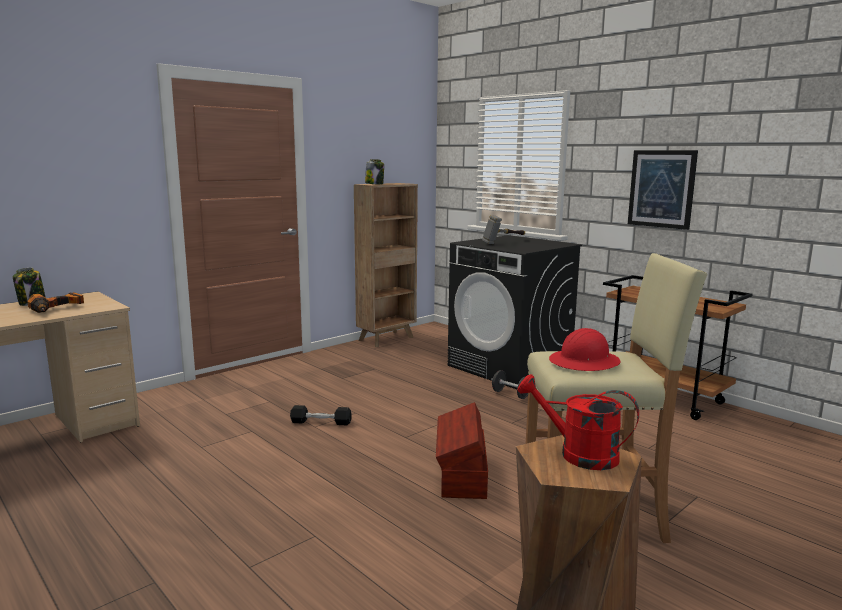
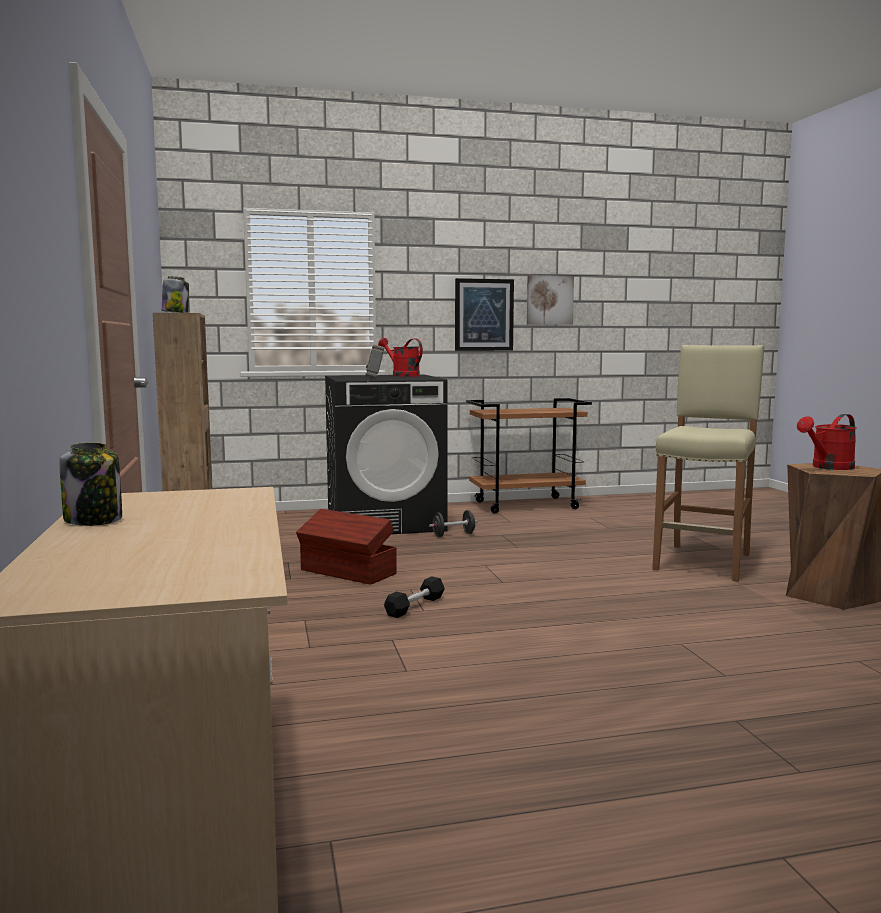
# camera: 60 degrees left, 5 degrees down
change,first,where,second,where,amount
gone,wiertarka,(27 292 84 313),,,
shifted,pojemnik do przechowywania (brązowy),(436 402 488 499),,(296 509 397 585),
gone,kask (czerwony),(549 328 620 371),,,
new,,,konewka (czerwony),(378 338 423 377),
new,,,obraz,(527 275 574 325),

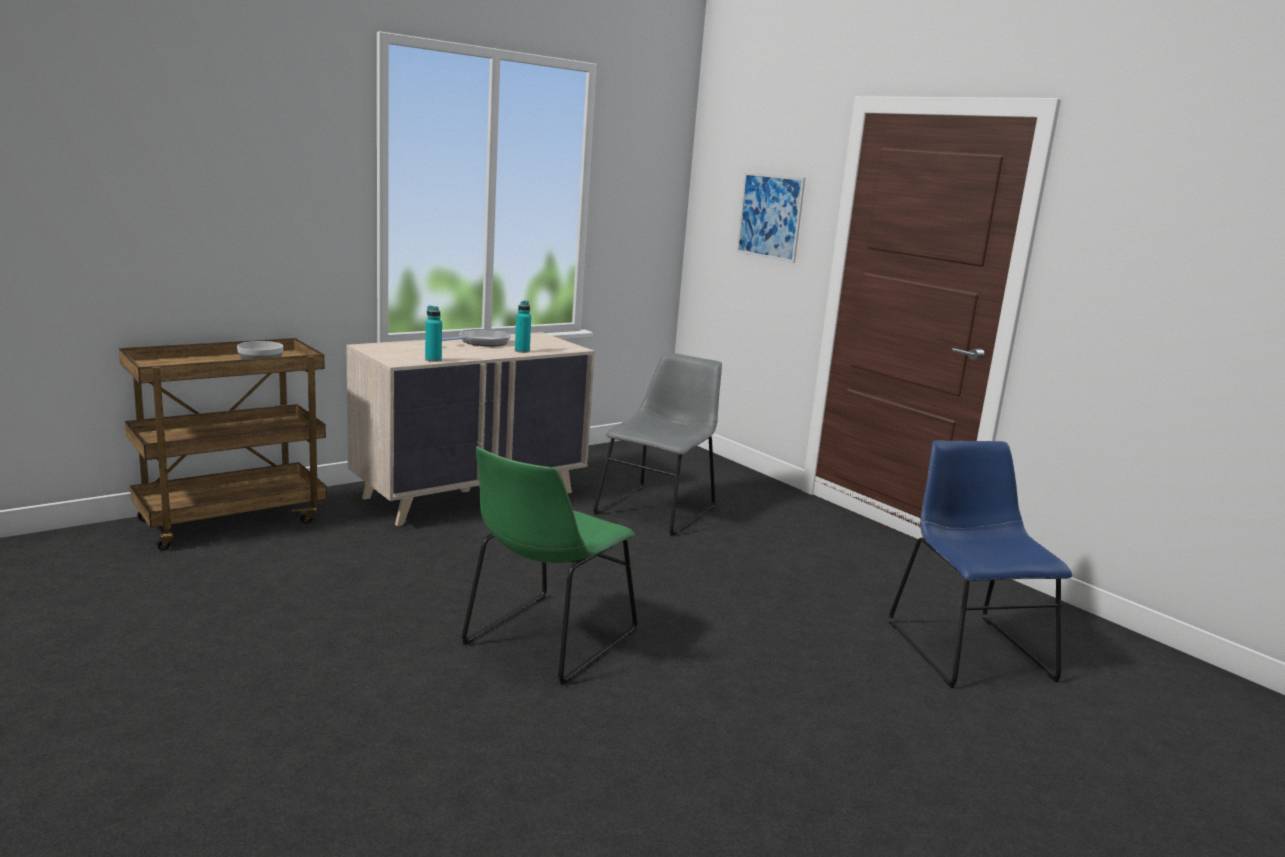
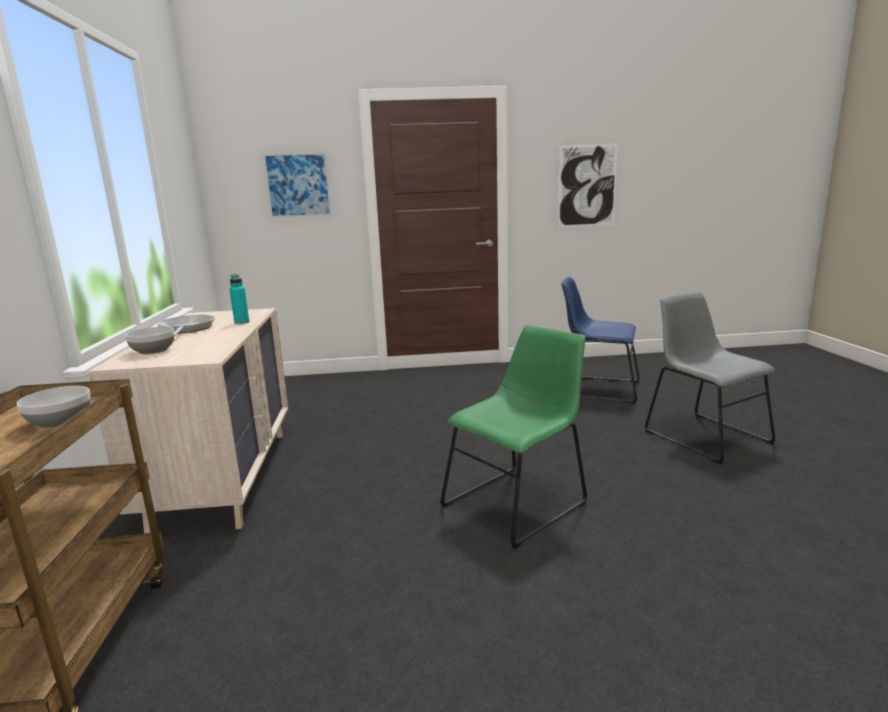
# camera: 55 degrees left, 0 degrees up
change,first,where,second,where,amount
gone,butelka (turkusowy),(425 306 442 362),,,
rotated,krzesło (zielony),(461 446 638 685),,(440 325 588 549),105 degrees counterclockwise
shifted,krzesło (szary),(593 352 722 536),,(644 292 776 464),
new,,,miska,(125 326 174 355),
new,,,obraz,(558 144 618 227),

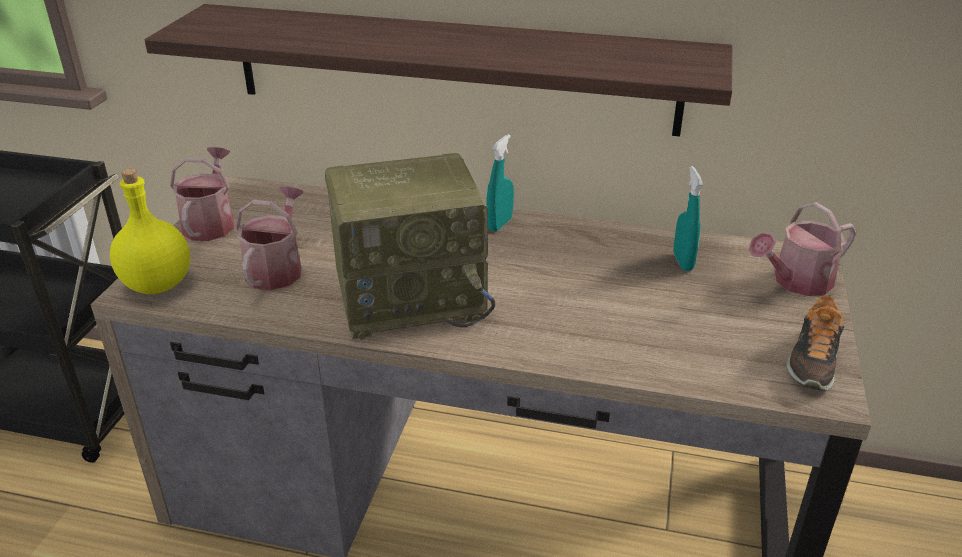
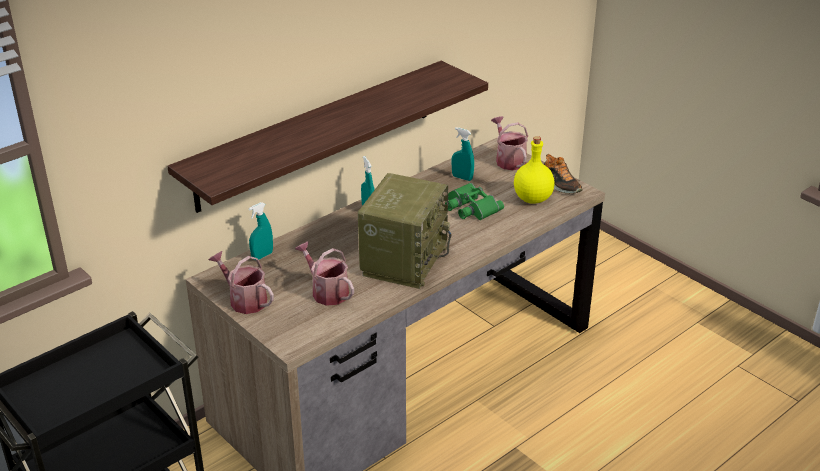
# camera: 55 degrees left, 0 degrees up
change,first,where,second,where,amount
shifted,butelka (żółty),(110 169 190 294),,(514 136 555 204),
rotated,konewka,(748 202 856 296),,(491 116 528 170),150 degrees clockwise
new,,,spryskiwacz (turkusowy),(249 202 273 260),
new,,,lornetka (zielony),(445 183 504 220),

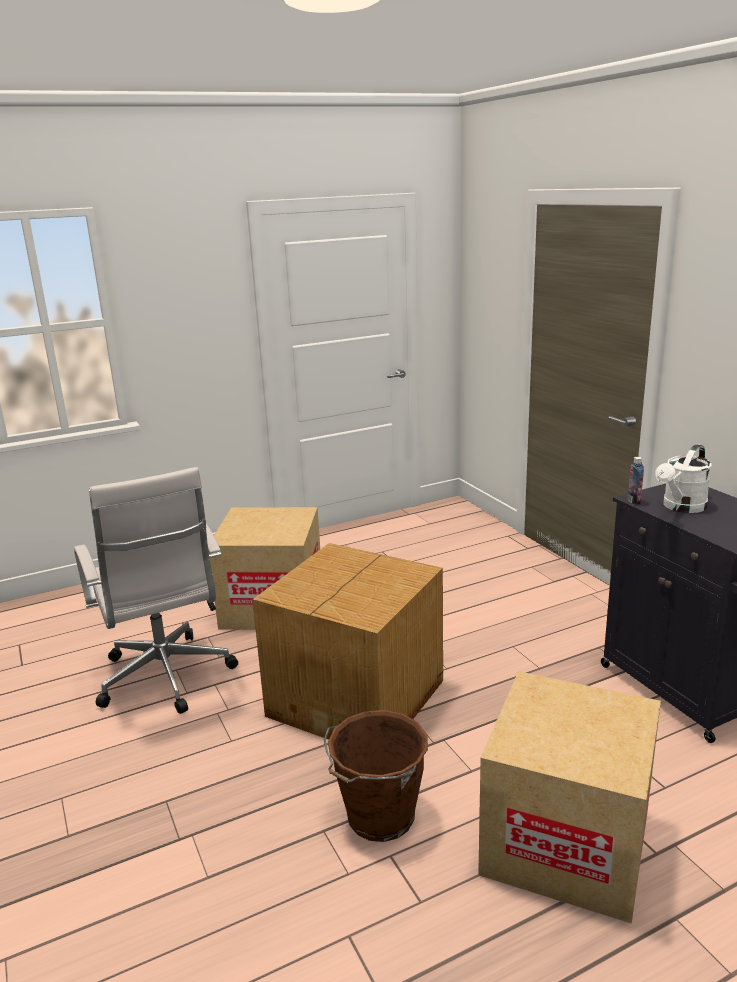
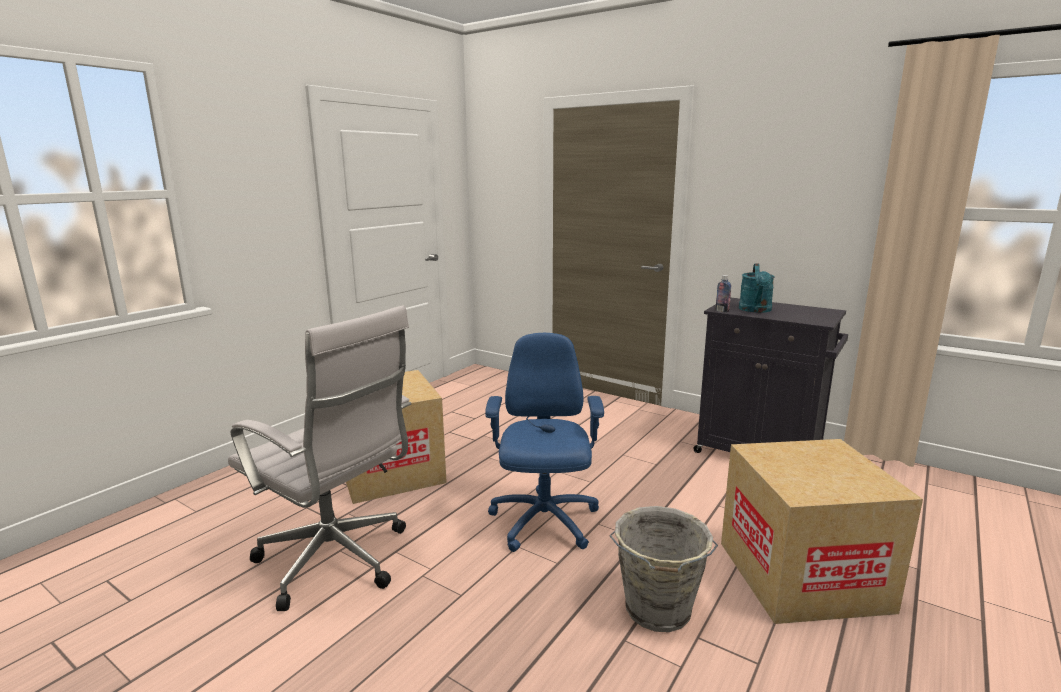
# camera: 30 degrees left, 5 degrees down
change,first,where,second,where,amount
swapped,karton,(252 543 443 740),krzesło biurowe (niebieski),(485 333 604 552),
repainted,wiadro (brązowy),(324 710 428 842),wiadro (szary),(609 506 718 632),
repainted,konewka (biały),(655 444 712 513),konewka (turkusowy),(739 263 774 313),

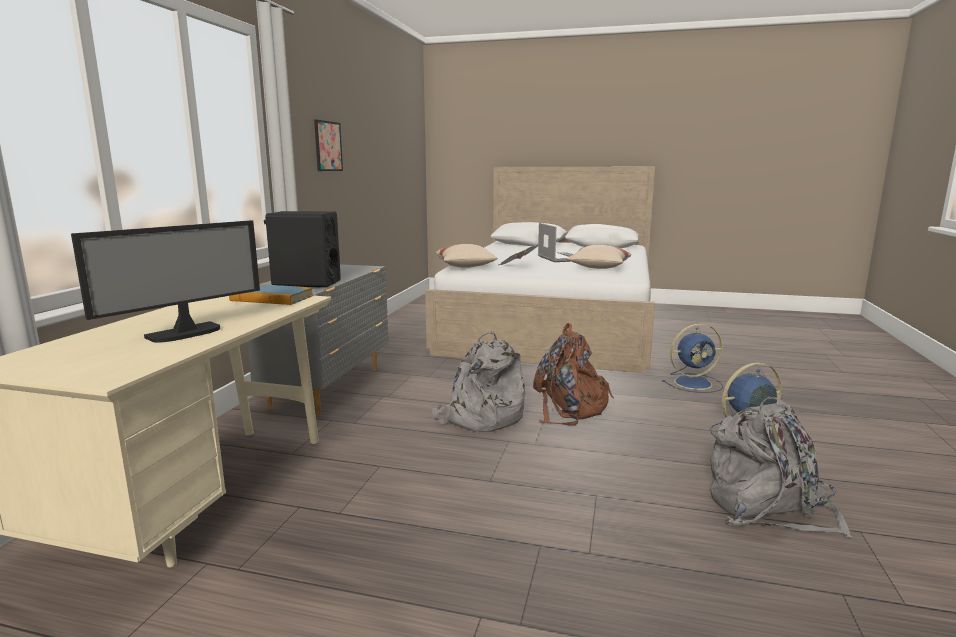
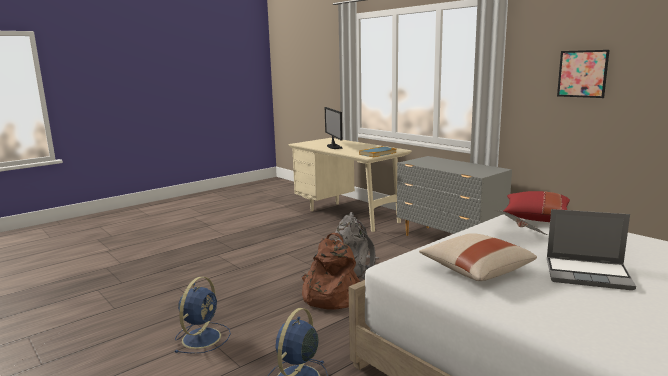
# camera: 125 degrees right, 0 degrees up
change,first,where,second,where,amount
gone,głośnik (czarny),(264 211 341 287),,,
repainted,poduszka (beżowy),(435 244 498 268),poduszka (czerwony),(503 191 570 222),
gone,plecak (szary),(710 397 852 538),,,

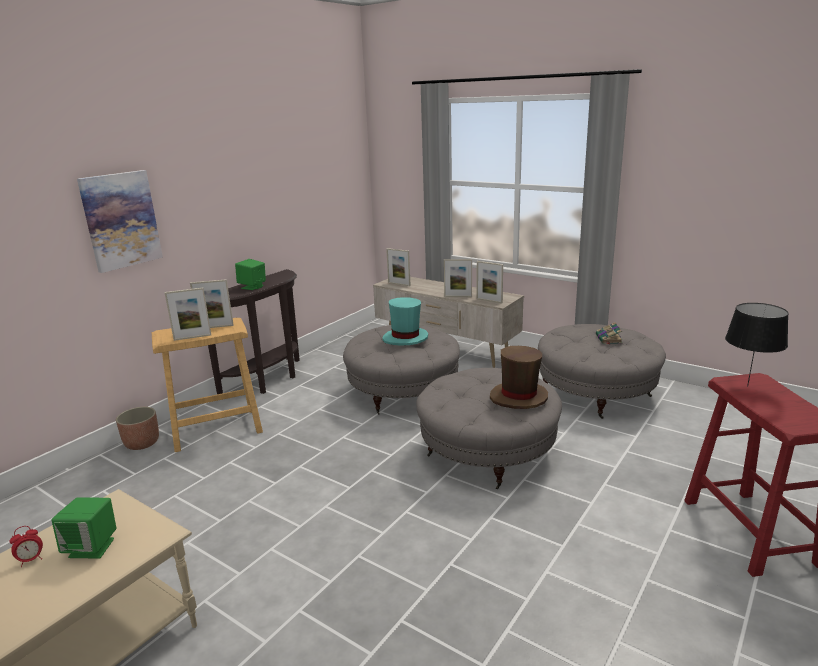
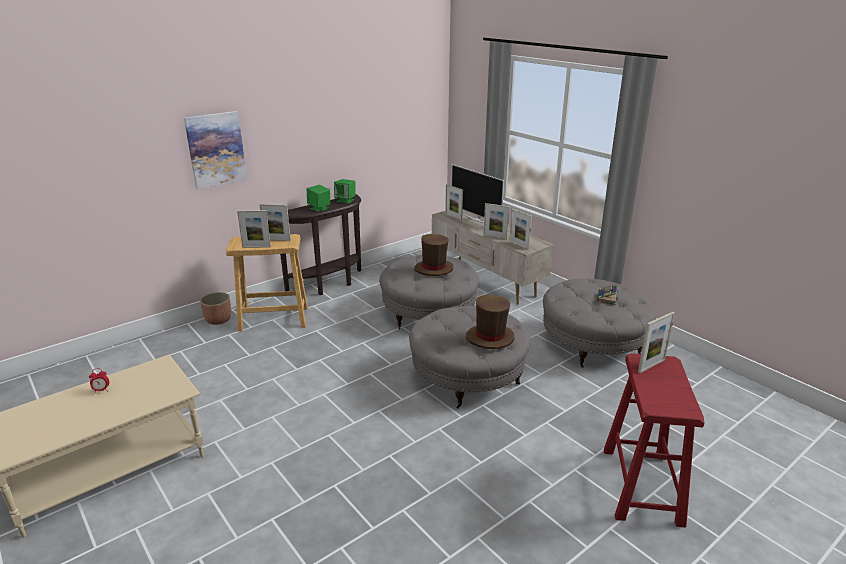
# camera: 15 degrees right, 5 degrees up
change,first,where,second,where,amount
shifted,głośnik (zielony),(52 497 116 559),,(334 179 356 203),
repainted,kapelusz (turkusowy),(382 297 428 346),kapelusz (brązowy),(415 234 453 276),
swapped,lampa stołowa (czarny),(725 303 789 387),ramka na zdjęcie,(638 312 675 373),
new,,,telewizor,(451 164 504 223),

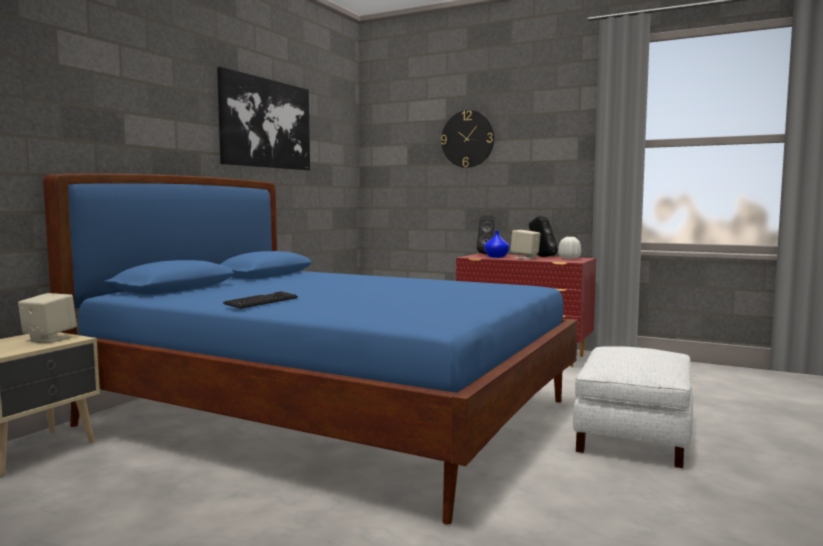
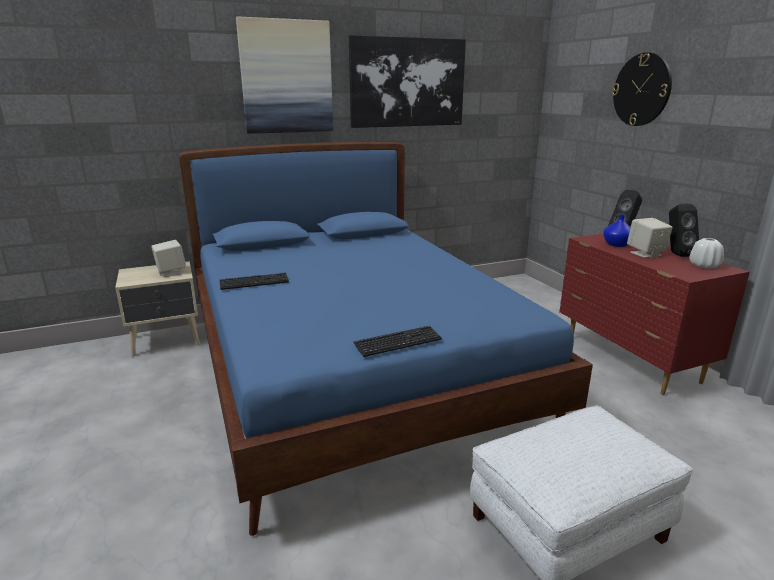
# camera: 40 degrees right, 15 degrees up
change,first,where,second,where,amount
new,,,obraz,(236 16 333 134),
new,,,klawiatura,(353 326 442 357),

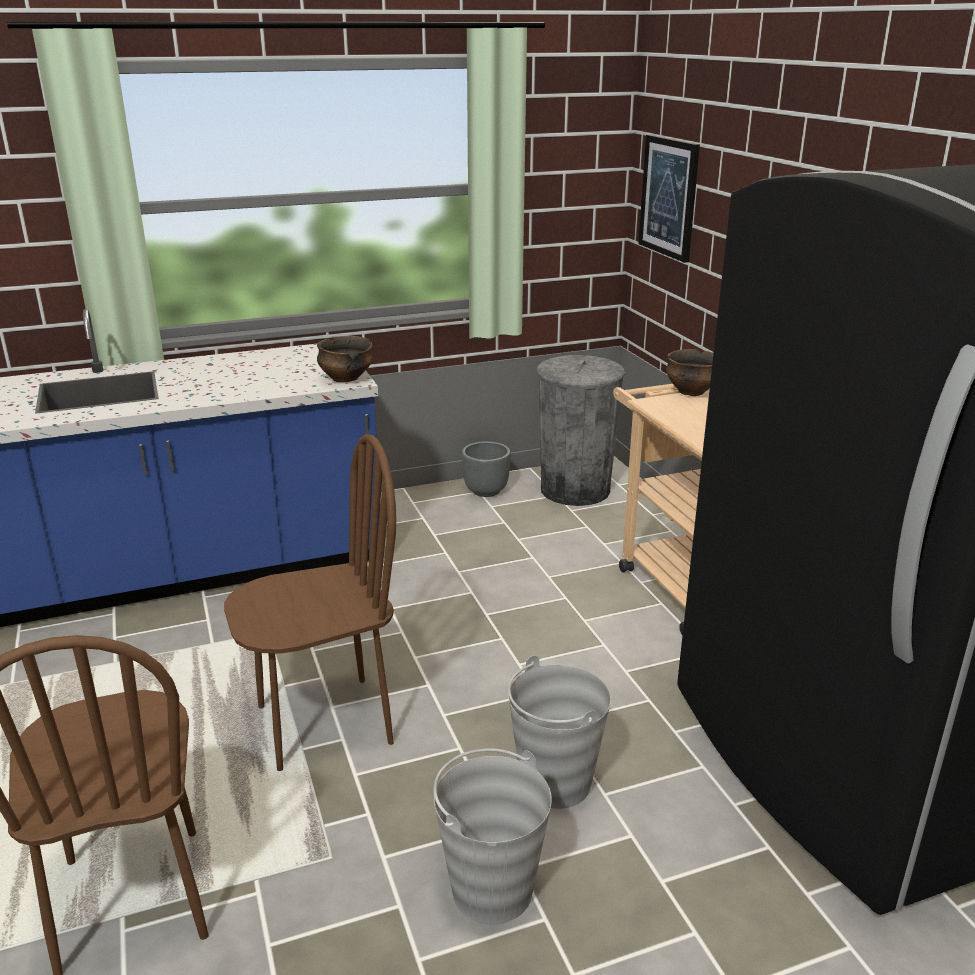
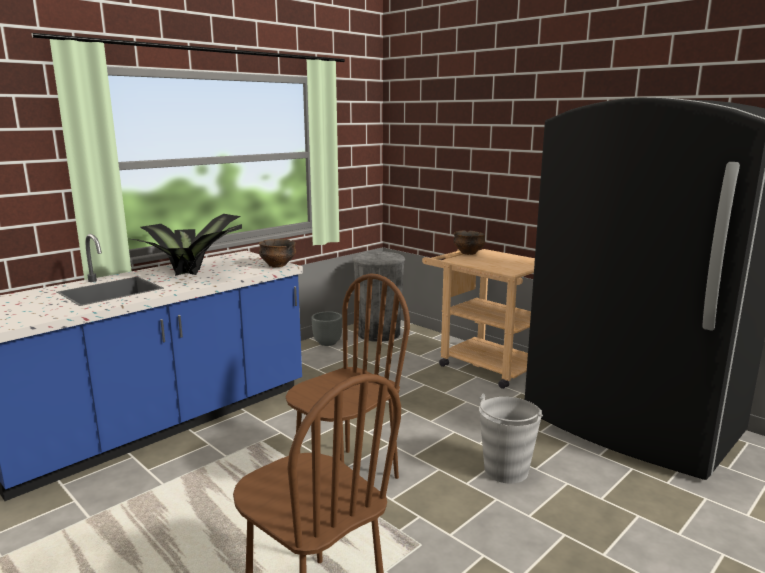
# camera: 25 degrees left, 10 degrees down
change,first,where,second,where,amount
gone,wiadro (szary),(433 748 552 924),,,
gone,obraz,(638 135 700 263),,,
new,,,roślina doniczkowa,(127 214 242 276),

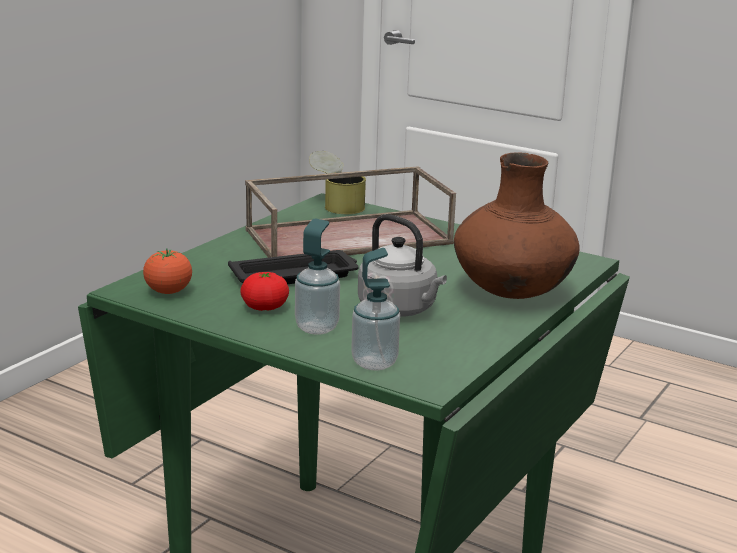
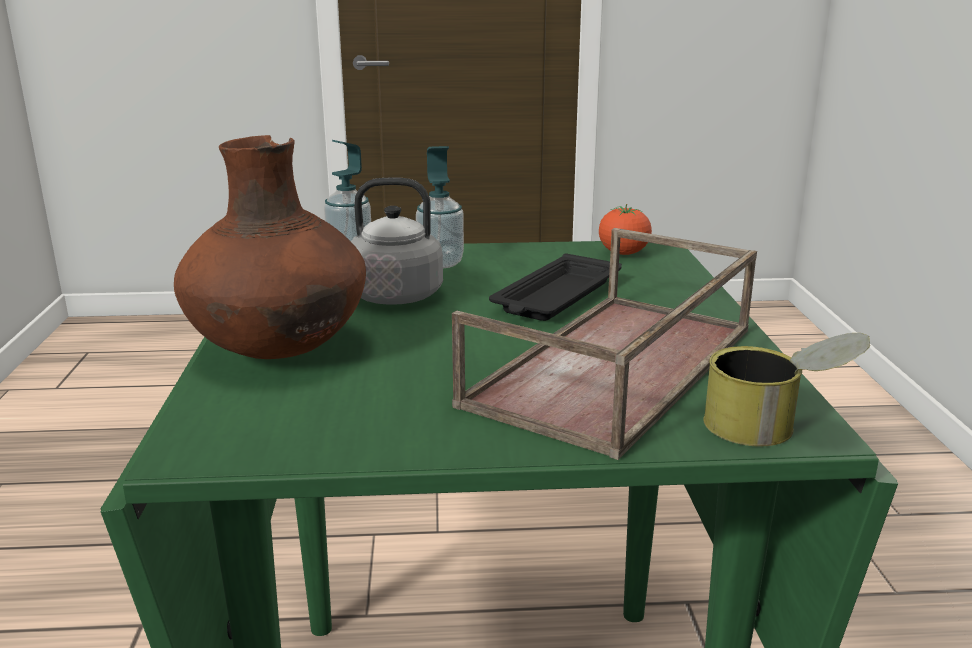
# camera: 145 degrees right, 0 degrees up
change,first,where,second,where,amount
gone,pomidor,(240 272 289 311),,,

